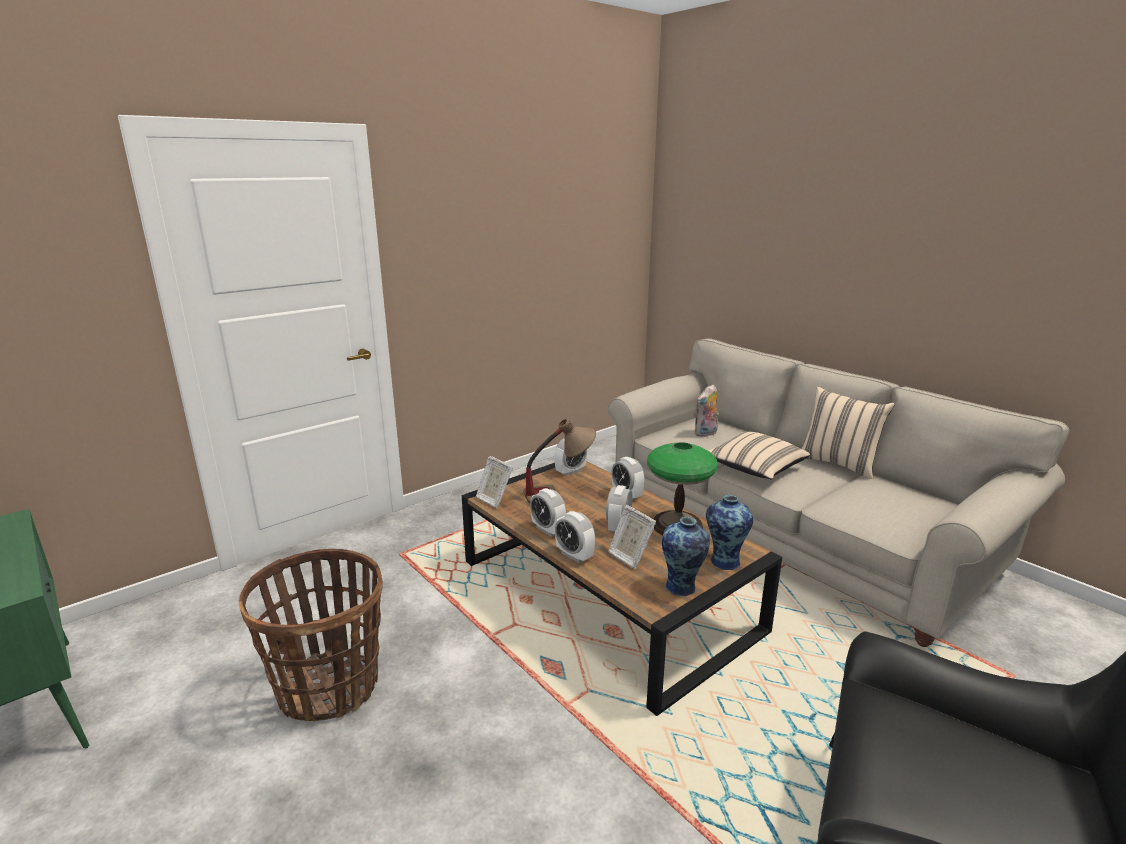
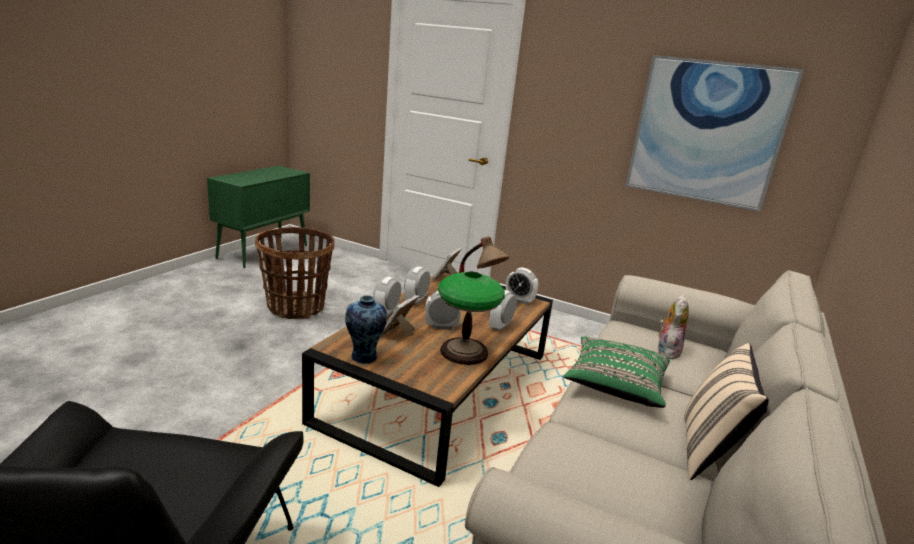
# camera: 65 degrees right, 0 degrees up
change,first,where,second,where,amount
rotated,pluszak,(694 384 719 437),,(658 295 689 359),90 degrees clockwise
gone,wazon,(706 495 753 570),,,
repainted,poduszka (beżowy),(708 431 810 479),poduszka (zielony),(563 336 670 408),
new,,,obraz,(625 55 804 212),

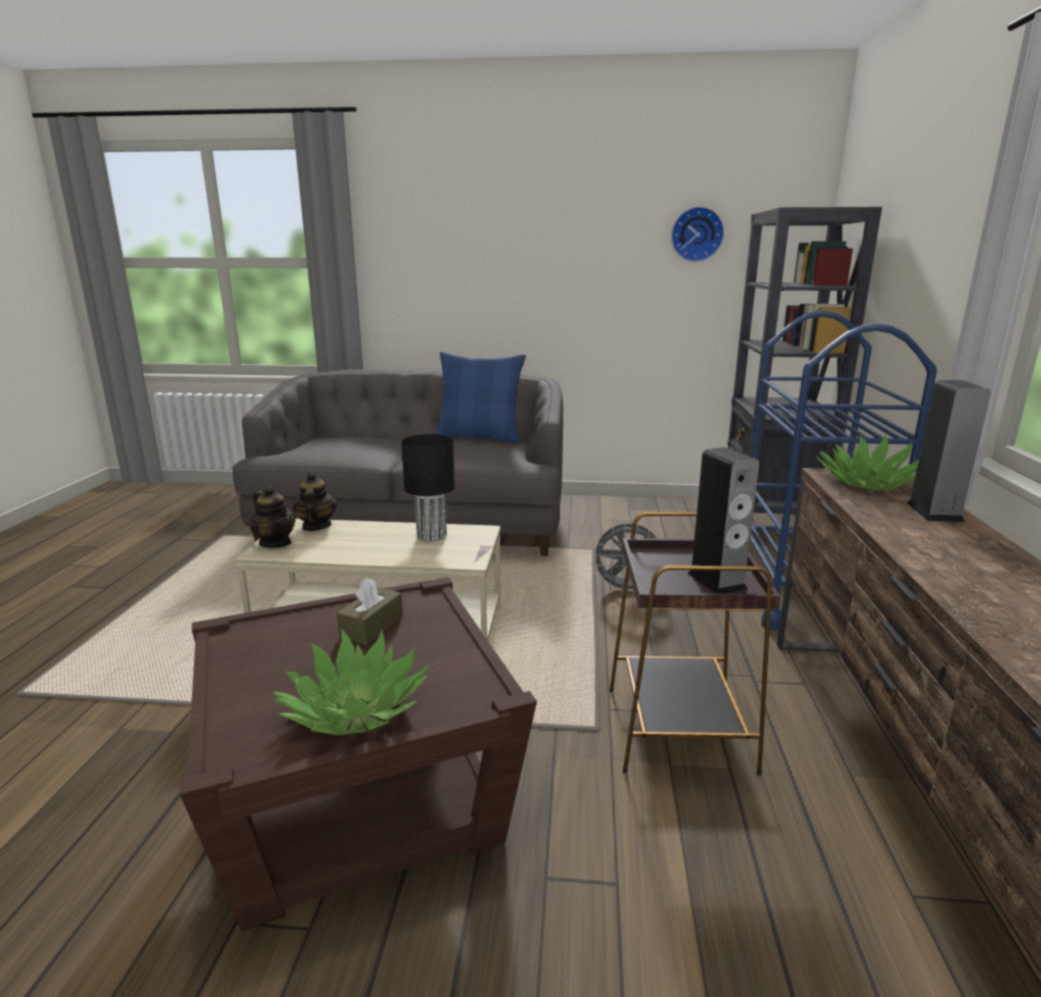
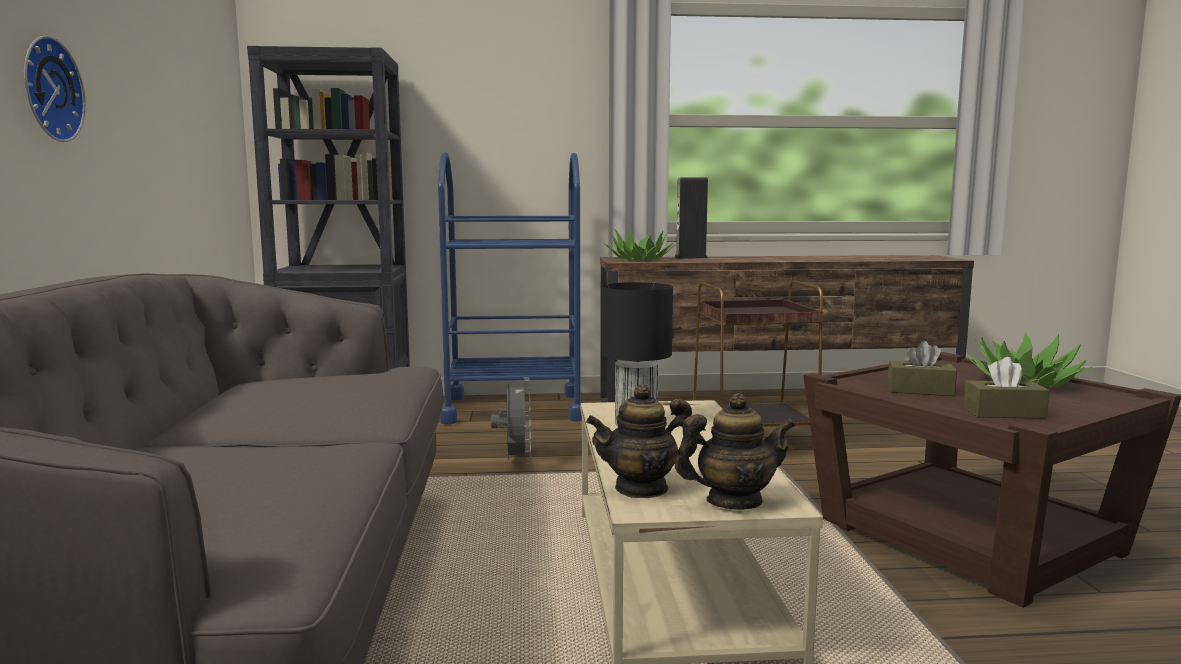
# camera: 100 degrees left, 10 degrees down
change,first,where,second,where,amount
rotated,imbryk,(250 486 296 548),,(675 393 795 510),45 degrees clockwise
gone,poduszka (niebieski),(435 352 526 444),,,
shifted,zegar ścienny,(671 206 724 262),,(24 36 86 142),
gone,głośnik,(687 447 759 593),,,
new,,,pudełko chusteczek (brązowy),(963 357 1049 419),

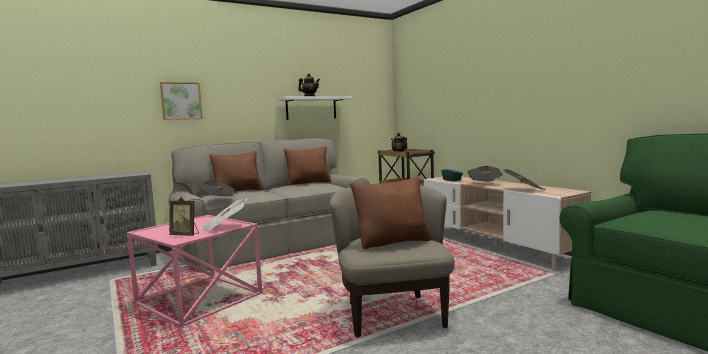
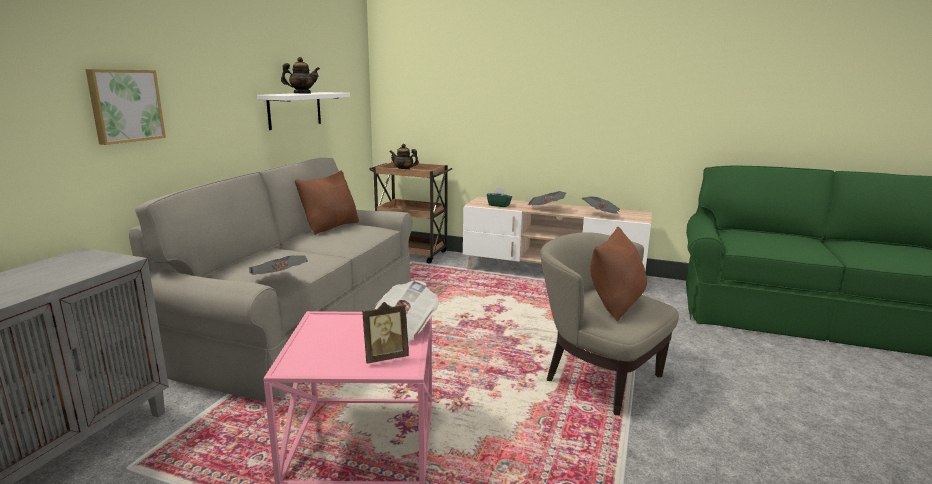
# camera: 40 degrees left, 10 degrees up
change,first,where,second,where,amount
gone,poduszka (brązowy),(209 151 263 191),,,

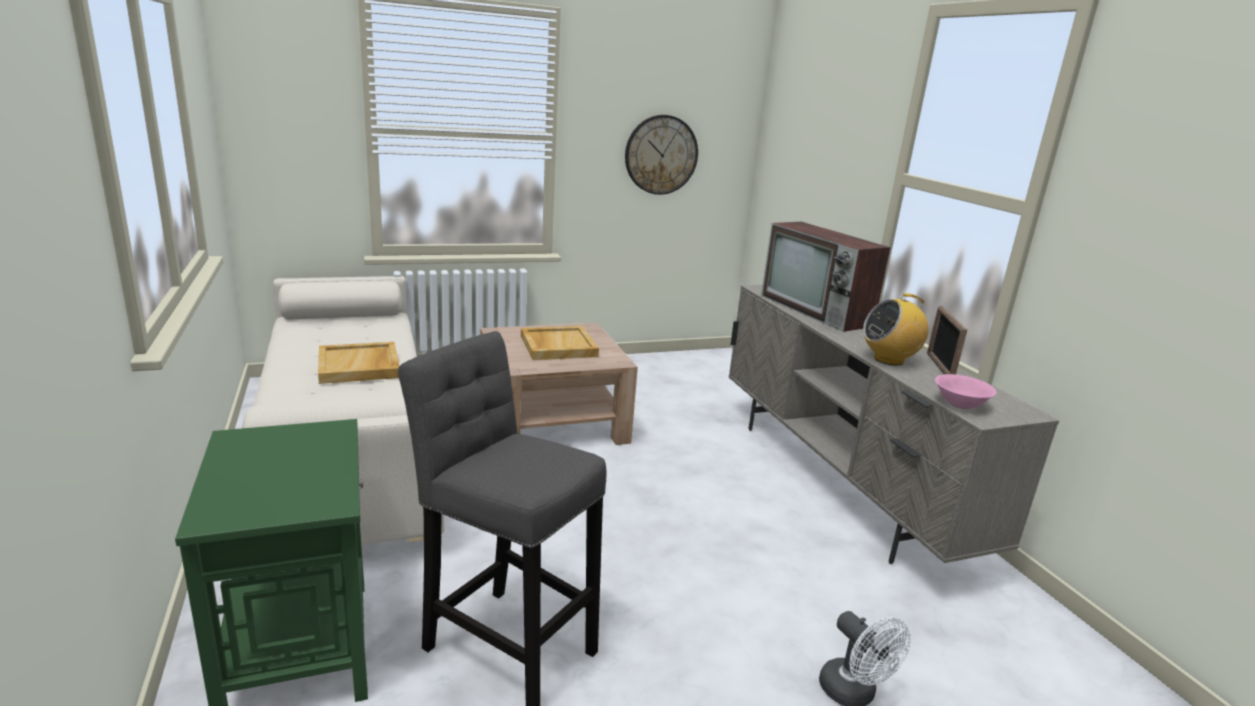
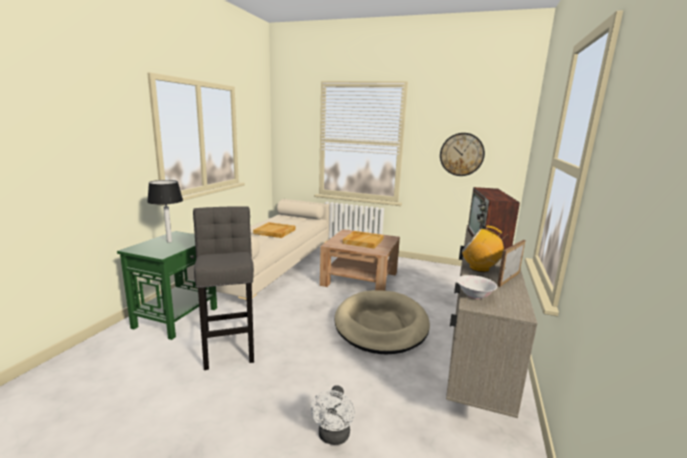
# camera: 40 degrees right, 5 degrees down
change,first,where,second,where,amount
repainted,miska (różowy),(935 374 997 409),miska (biały),(457 275 498 299),
new,,,lampa stołowa,(147 180 183 242),
new,,,legowisko (beżowy),(335 290 430 354),

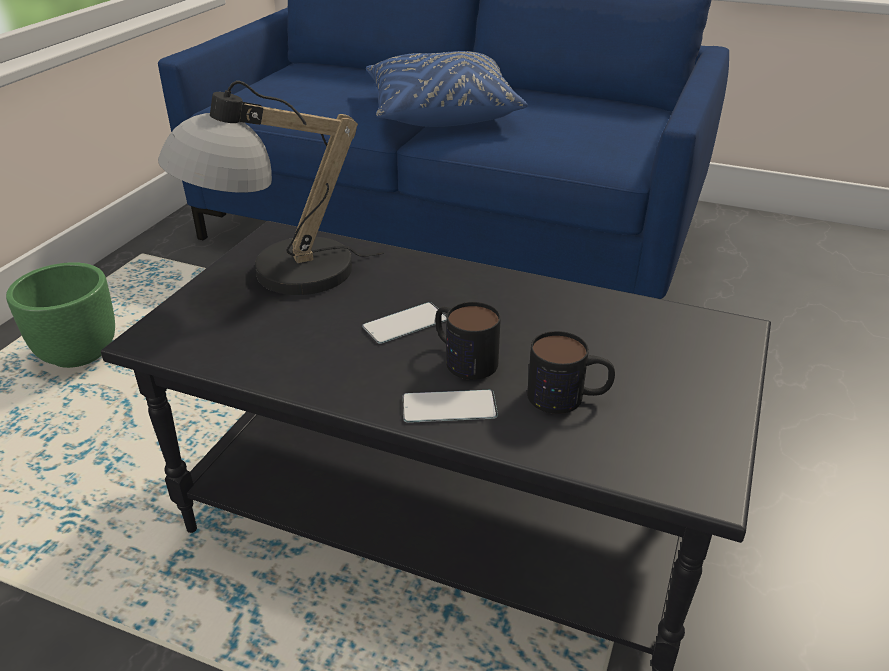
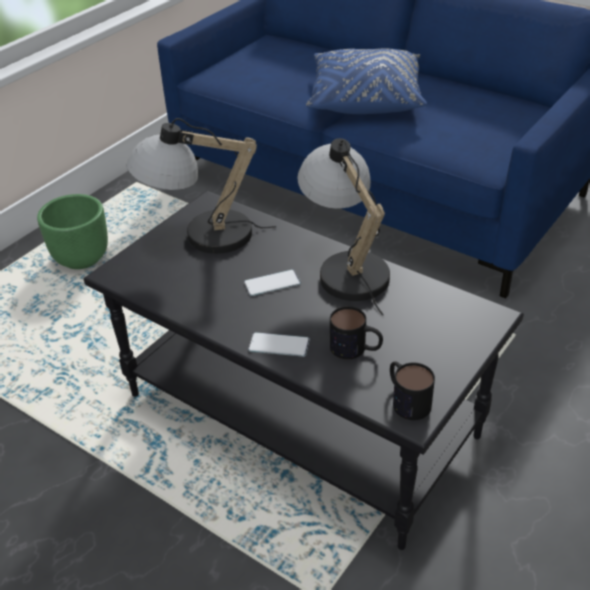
# camera: 15 degrees right, 5 degrees up
change,first,where,second,where,amount
shifted,kubek,(435 302 501 380),,(390 361 435 420),
new,,,lampa stołowa,(298 138 390 316),

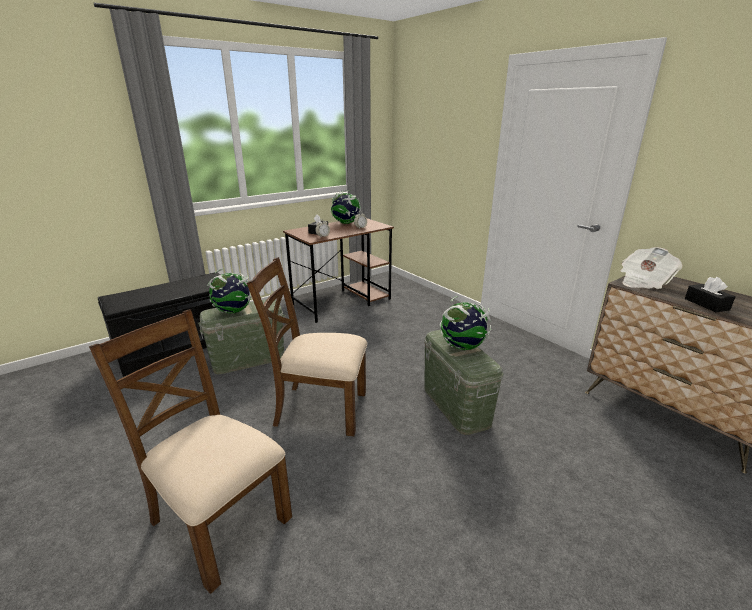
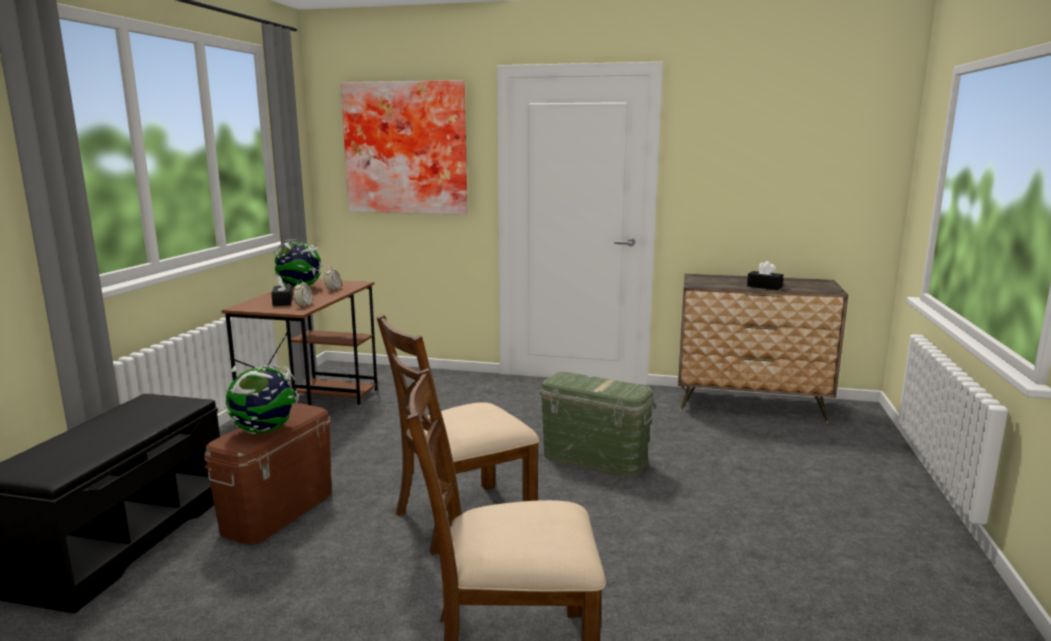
# camera: 40 degrees left, 10 degrees down
change,first,where,second,where,amount
repainted,pojemnik do przechowywania (zielony),(198 299 285 374),pojemnik do przechowywania (brązowy),(204 403 331 545),
gone,globus,(440 296 491 350),,,
gone,gazeta,(621 247 682 289),,,
new,,,obraz,(341 80 468 215),

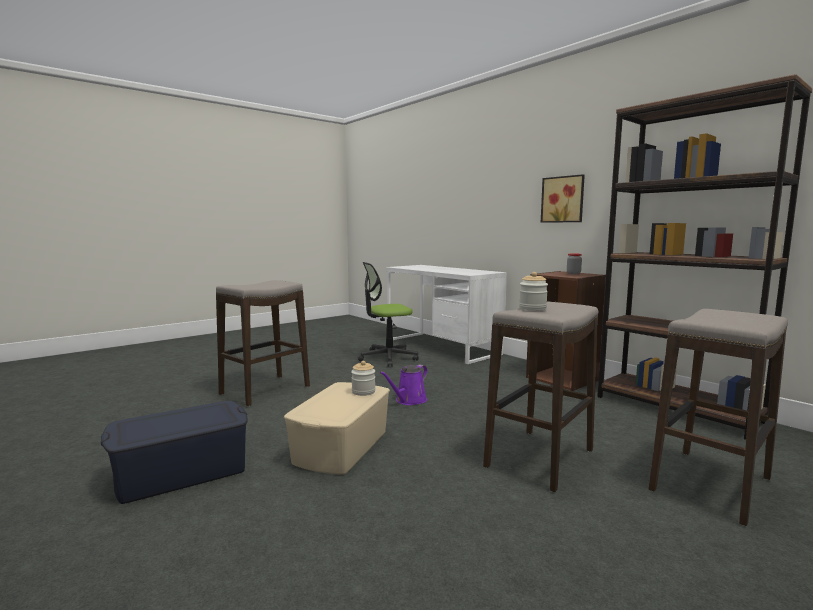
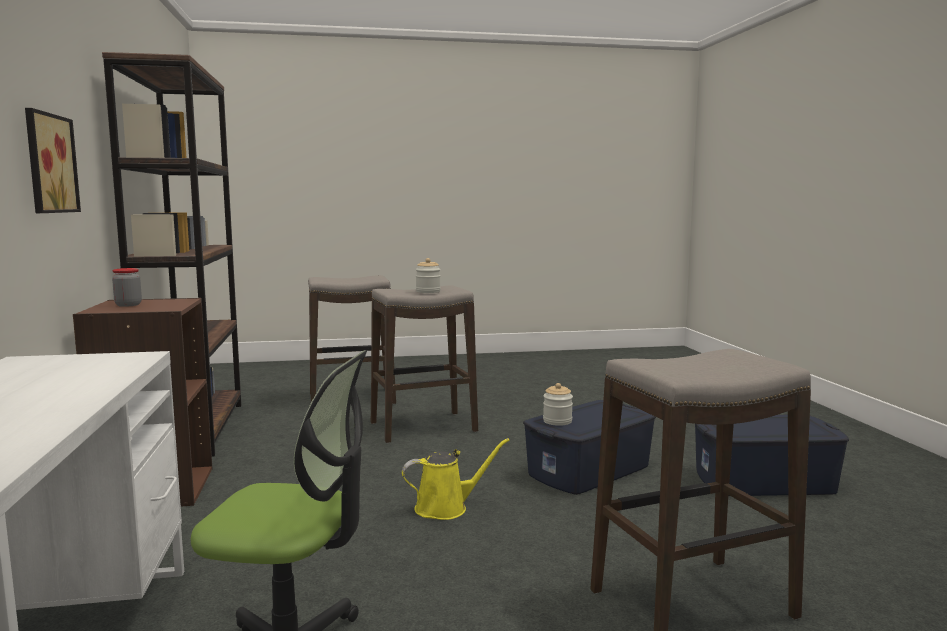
# camera: 150 degrees left, 0 degrees up
change,first,where,second,where,amount
repainted,pojemnik do przechowywania (beżowy),(284 382 390 475),pojemnik do przechowywania (niebieski),(523 400 656 495),
repainted,konewka (fioletowy),(380 365 428 405),konewka (żółty),(402 438 510 520),

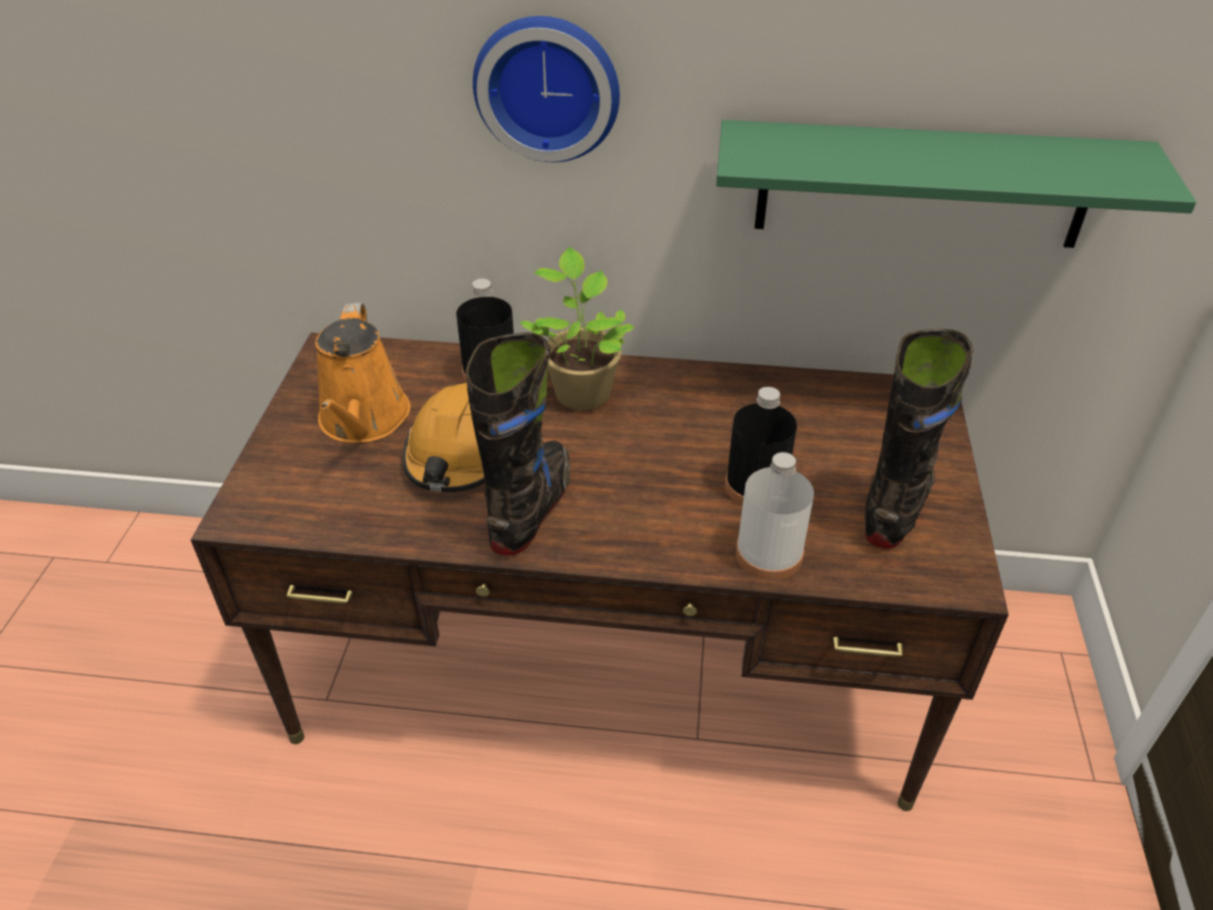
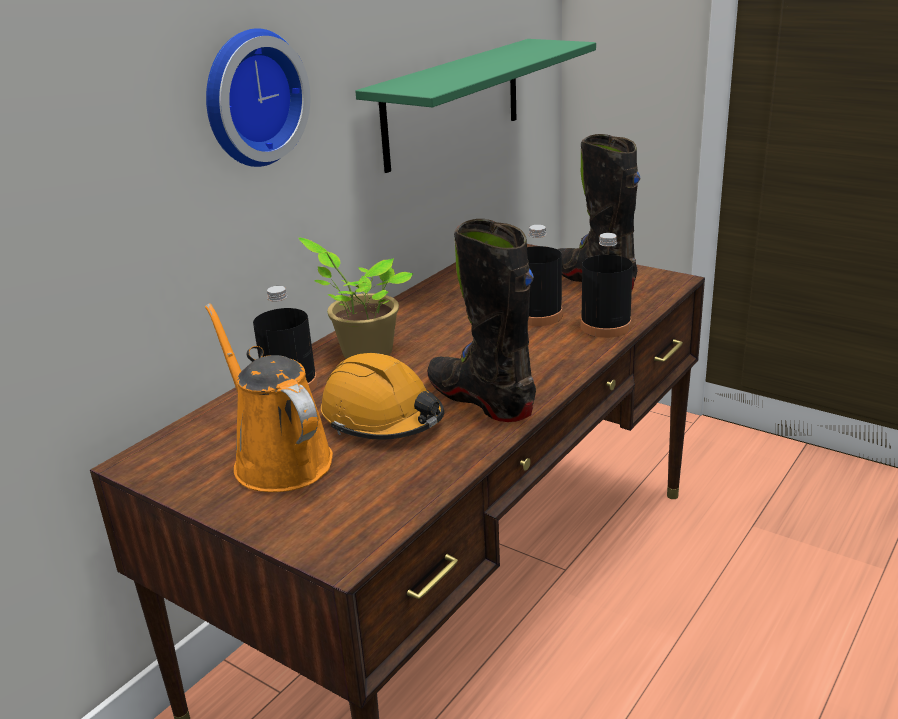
# camera: 60 degrees left, 15 degrees down
change,first,where,second,where,amount
rotated,konewka (pomarańczowy),(315 303 410 443),,(205 303 333 492),150 degrees counterclockwise
repainted,butelka (biały),(736 452 814 580),butelka (czarny),(580 233 633 338),

